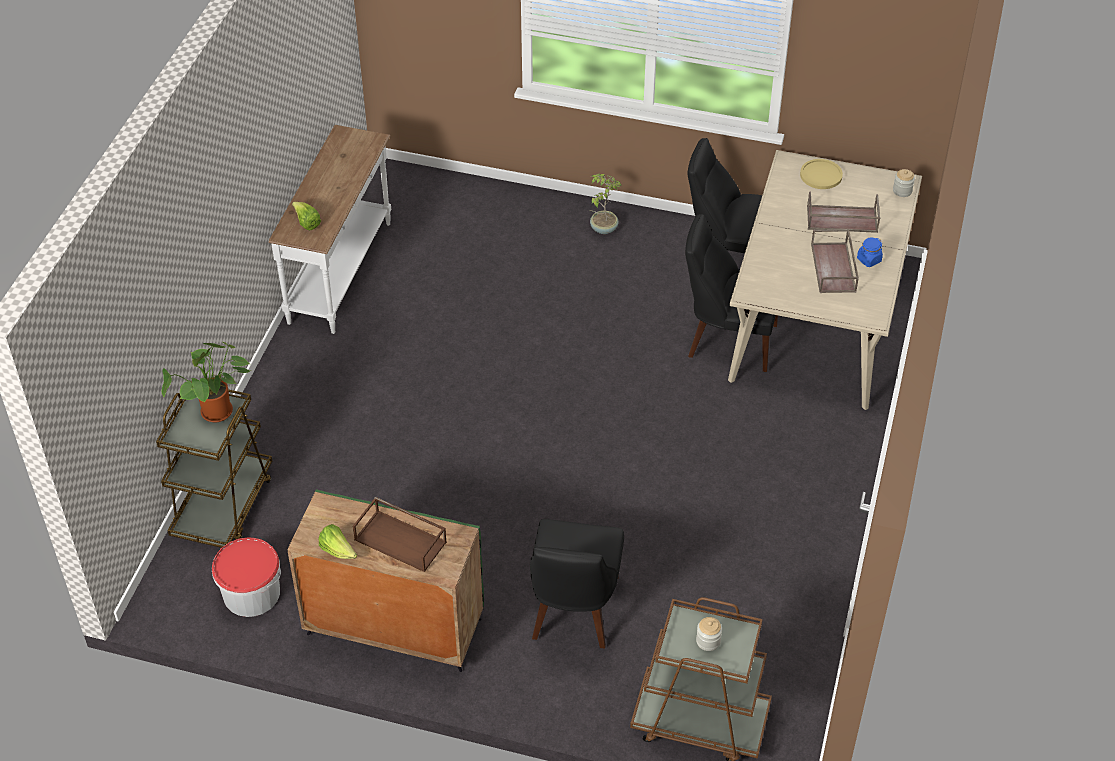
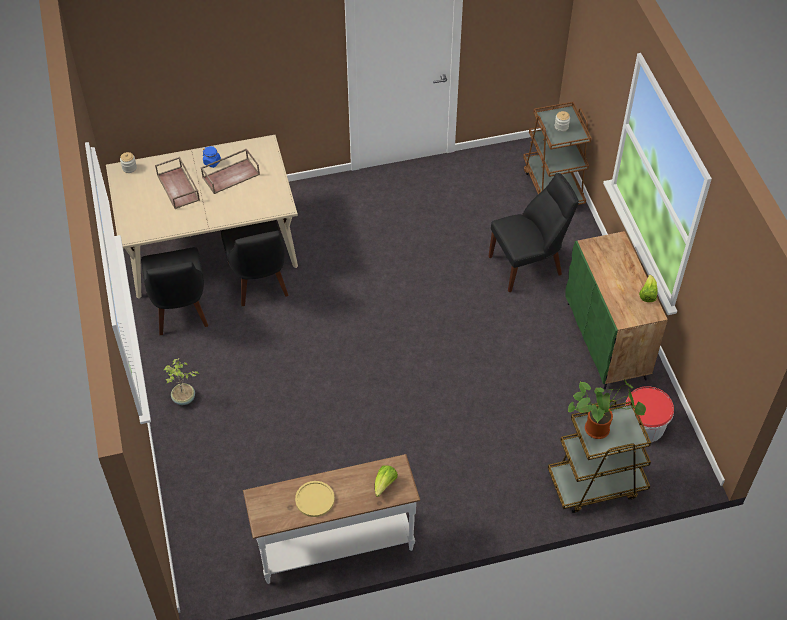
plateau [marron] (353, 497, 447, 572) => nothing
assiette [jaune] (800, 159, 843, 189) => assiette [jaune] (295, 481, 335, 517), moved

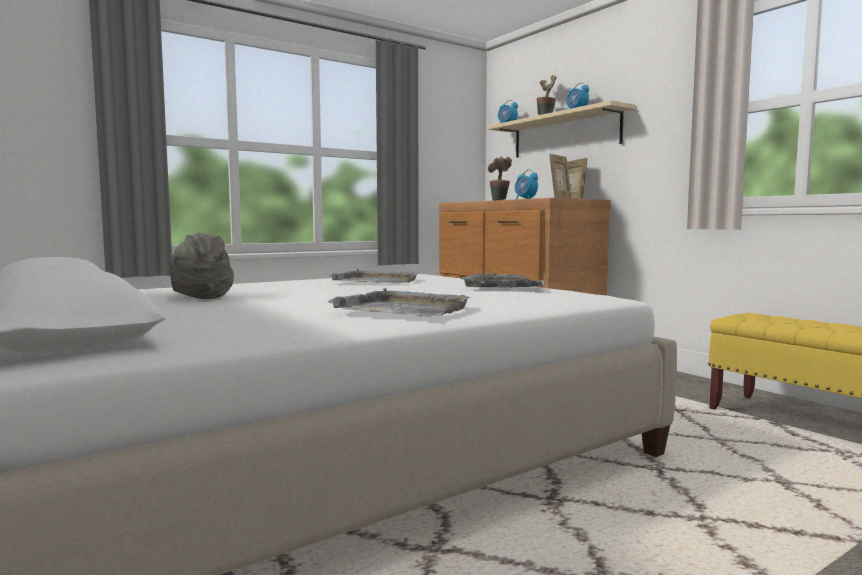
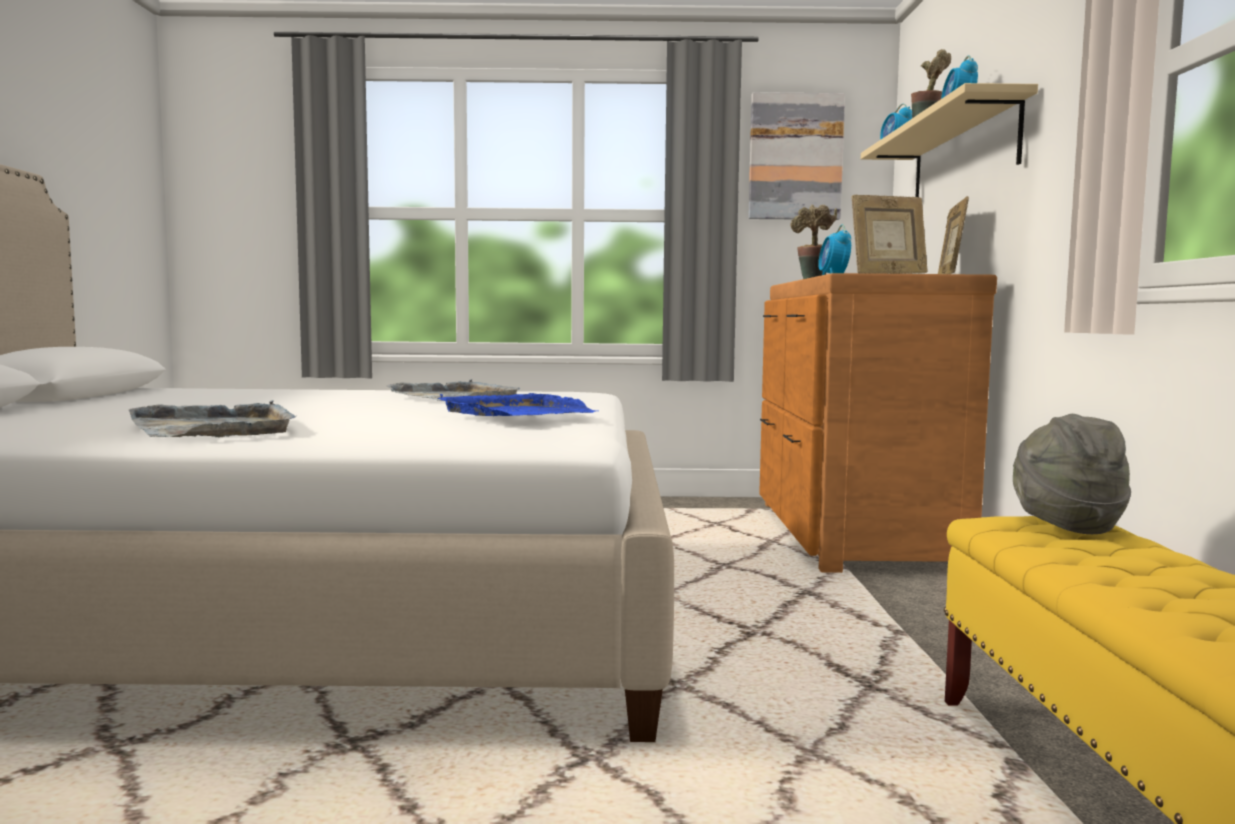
nothing => tableau (748, 92, 845, 220)
chapeau [gris] (170, 233, 234, 299) => chapeau [gris] (1013, 414, 1131, 534), moved
plateau [gris] (460, 273, 544, 288) => plateau [bleu] (437, 393, 598, 416)

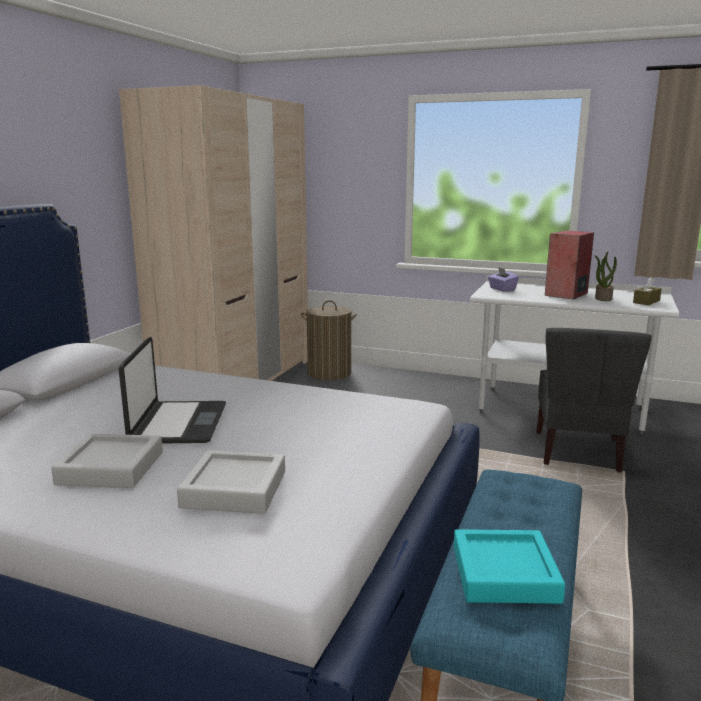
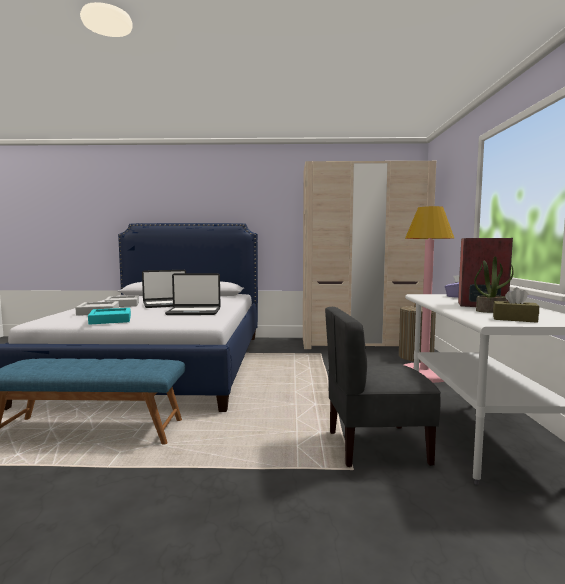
nothing => ordinateur portable (165, 273, 220, 315)
nothing => lampadaire [rose] (404, 206, 454, 383)
plateau [turquoise] (454, 529, 565, 604) => plateau [turquoise] (88, 308, 131, 325), moved

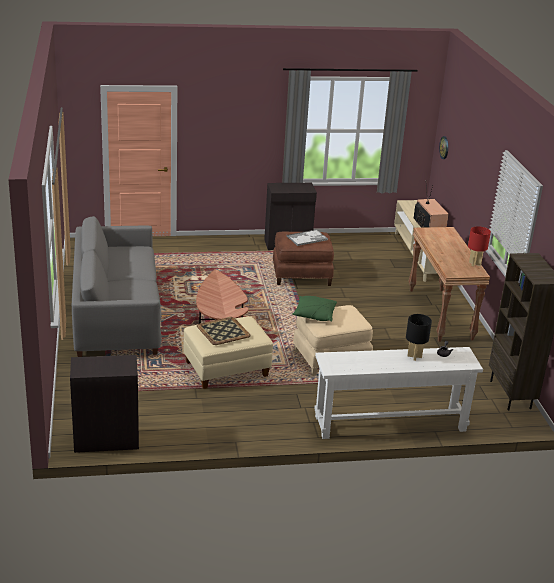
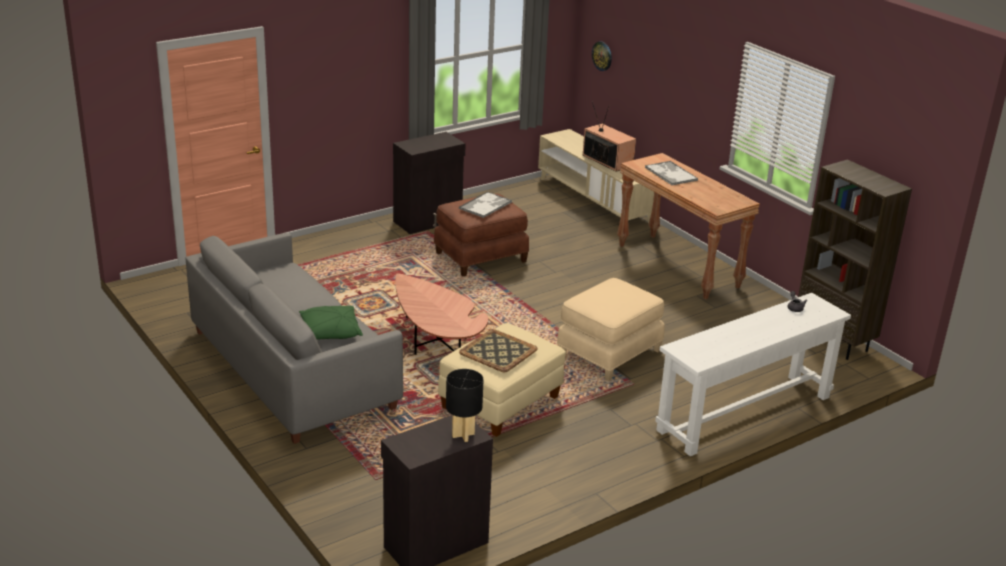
lampe de table [rouge] (468, 226, 491, 266) => nothing
nothing => plateau (645, 161, 698, 186)
coussin [vert] (292, 296, 337, 322) => coussin [vert] (299, 306, 363, 339), moved
lampe de table [noir] (406, 314, 432, 361) => lampe de table [noir] (446, 369, 484, 442), moved

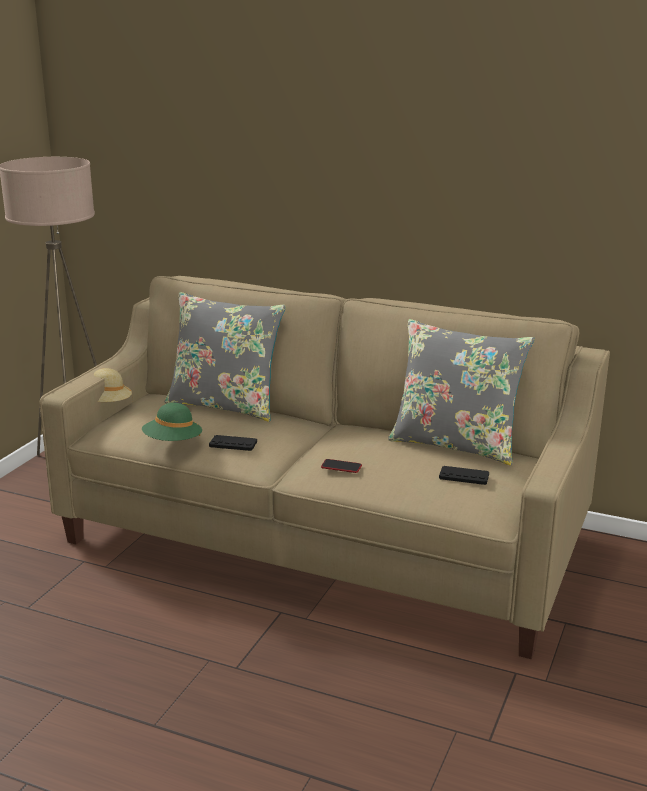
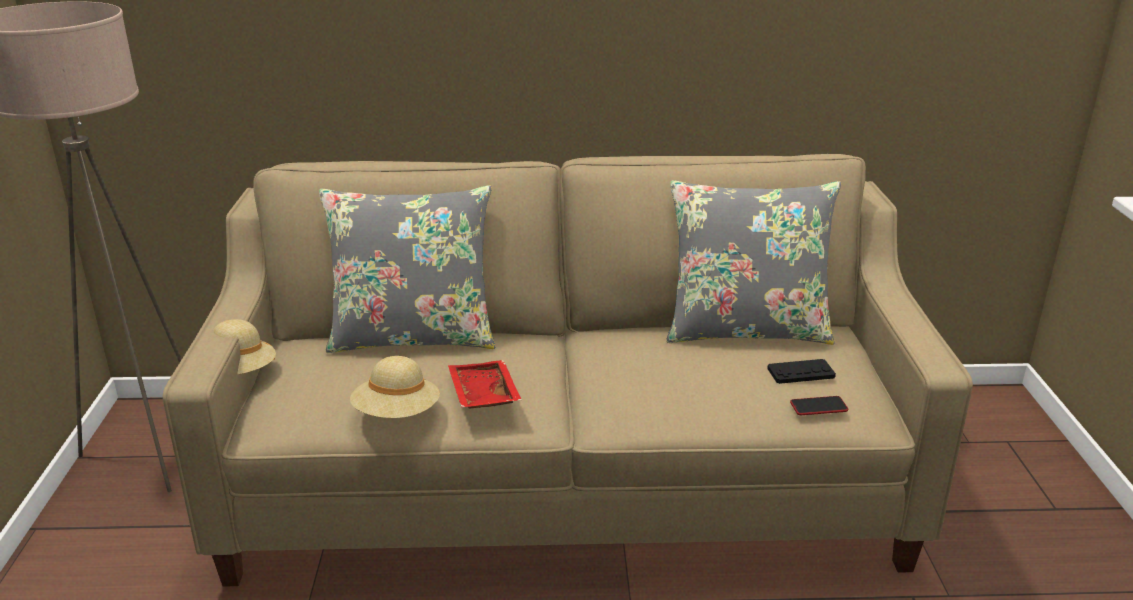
téléphone (321, 459, 362, 473) => téléphone (790, 396, 848, 415), moved
manette [noir] (209, 435, 257, 451) => plateau [rouge] (448, 360, 522, 409)
chapeau [vert] (142, 403, 202, 441) => chapeau [beige] (350, 356, 440, 418)

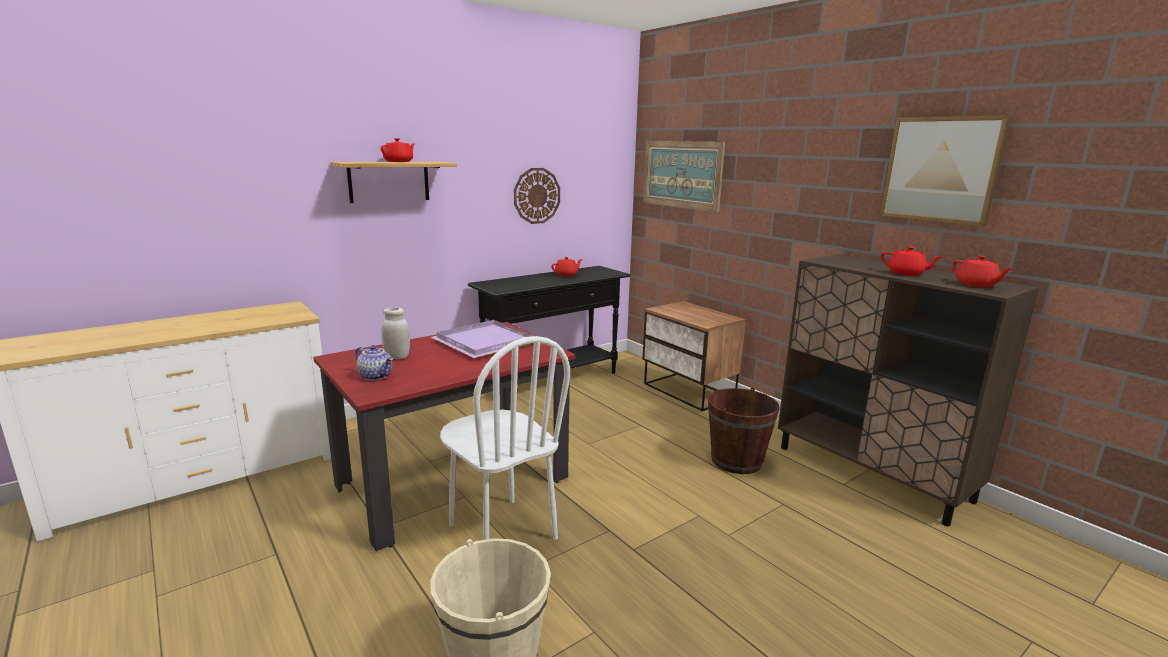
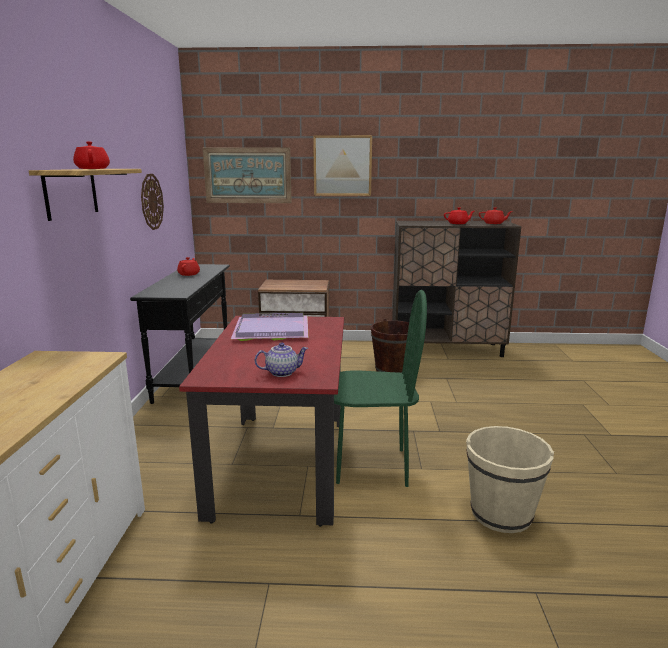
bocal [blanc] (382, 307, 410, 359) => nothing
tableau (880, 115, 1011, 226) => tableau (313, 135, 372, 196), moved
chaise [blanc] (440, 336, 570, 540) => chaise [vert] (334, 290, 427, 487)

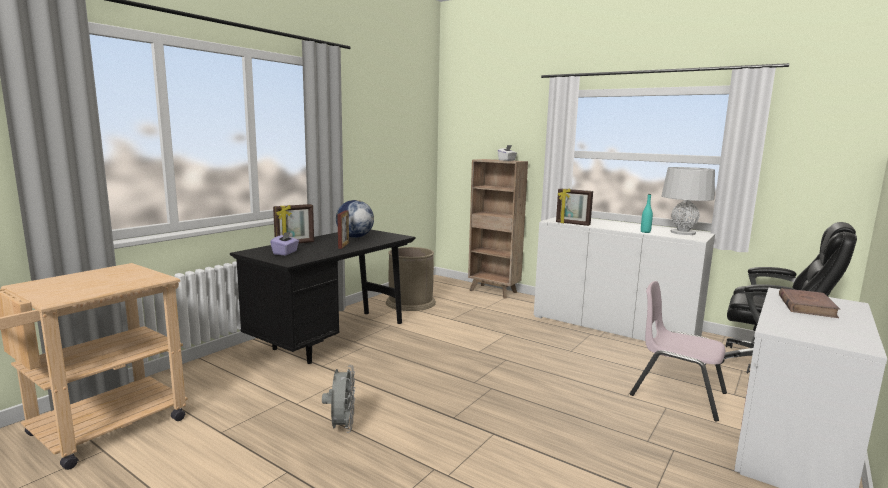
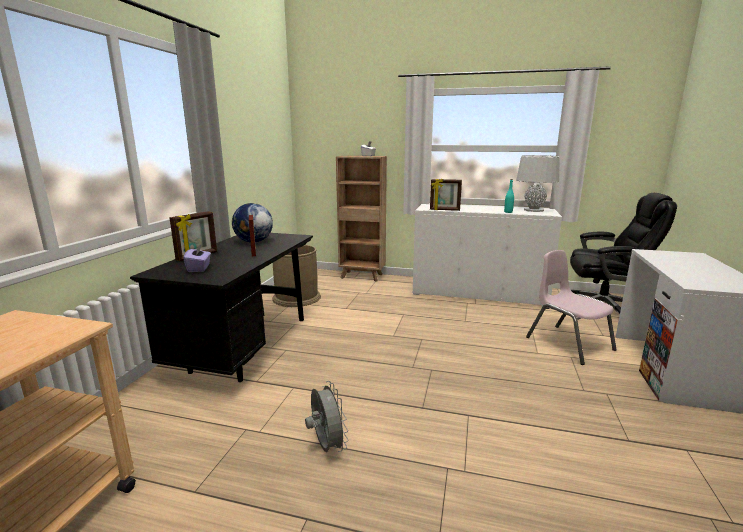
livre [marron] (779, 288, 840, 318) => nothing
chaise [rose] (630, 281, 727, 421) => chaise [rose] (526, 250, 617, 365), 45 degrees clockwise

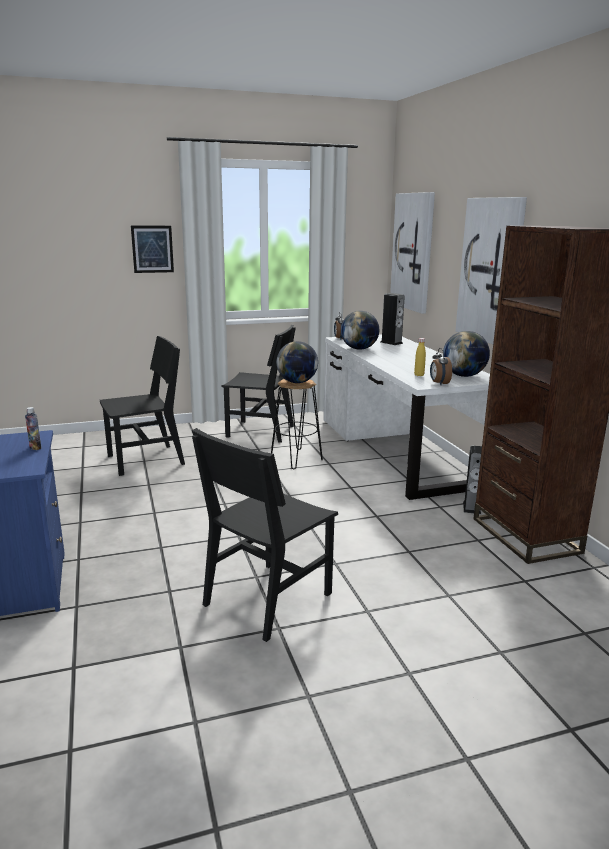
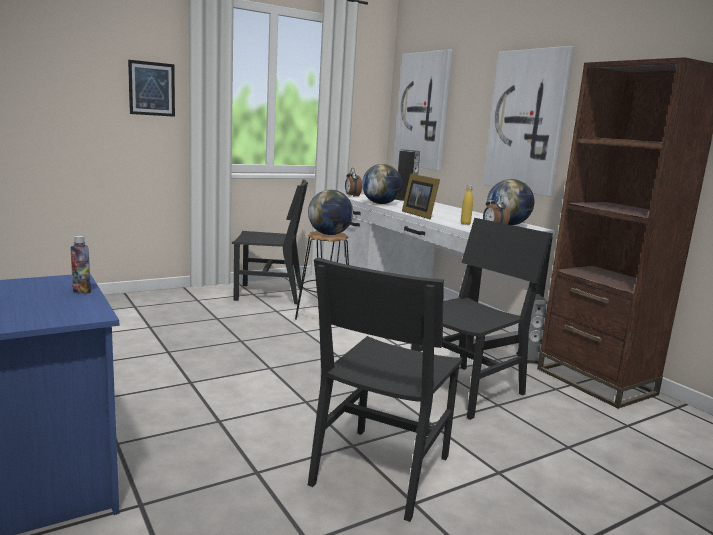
nothing => cadre photo (402, 174, 440, 220)
chaise [noir] (100, 336, 185, 476) => chaise [noir] (411, 218, 553, 420), moved

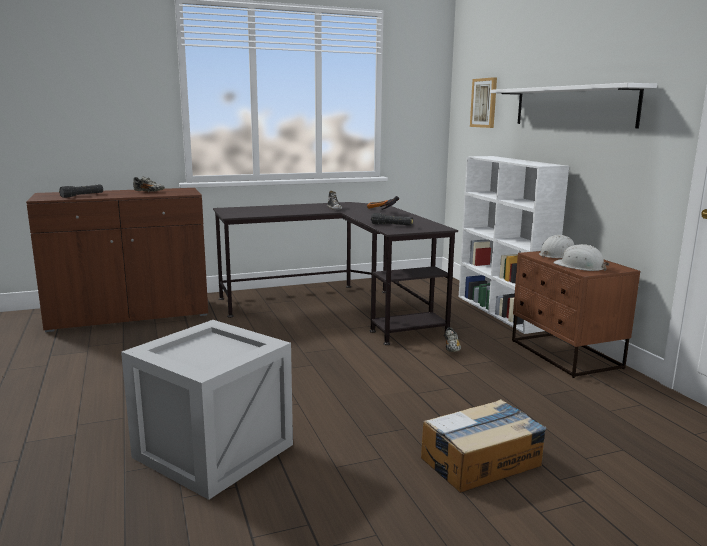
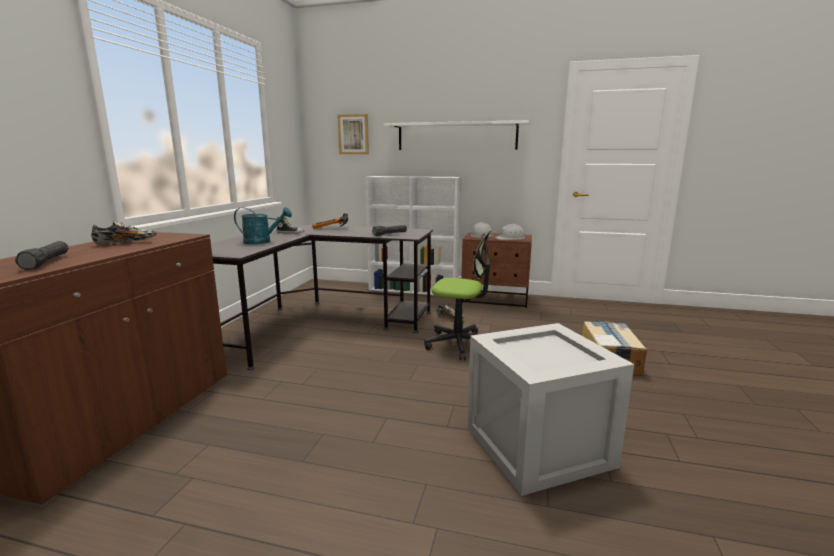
nothing => arrosoir [turquoise] (234, 207, 292, 244)
nothing => chaise de bureau (424, 228, 493, 360)

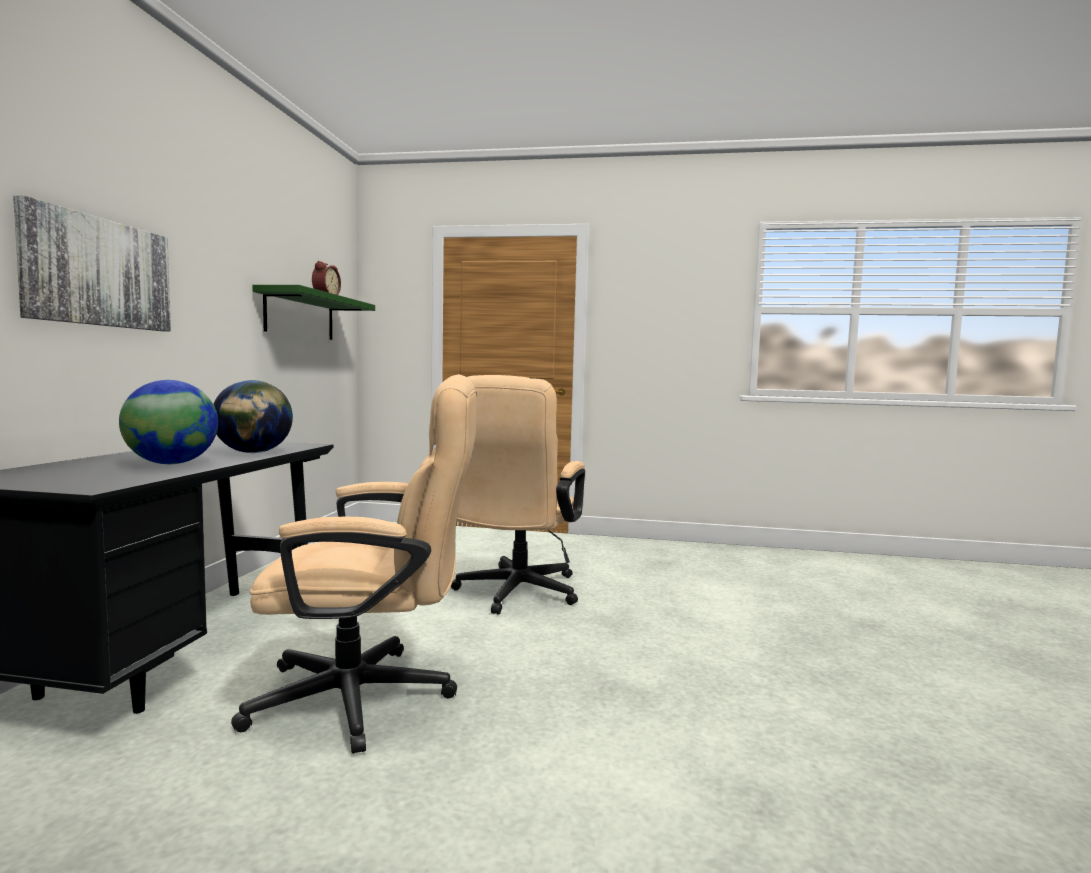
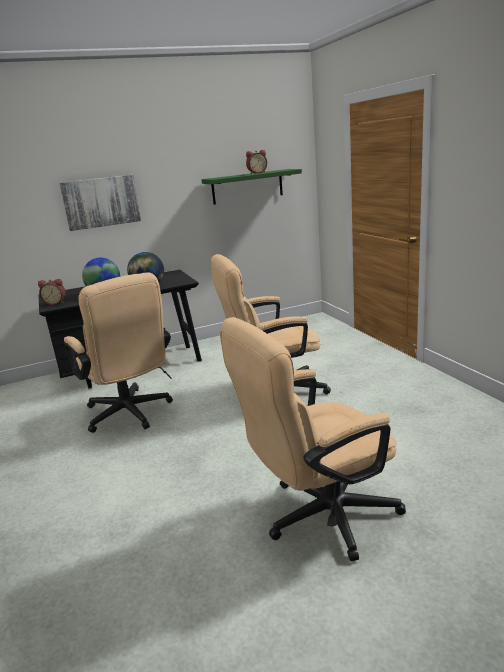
nothing => réveil (38, 279, 66, 305)
nothing => chaise de bureau [beige] (220, 317, 406, 561)

